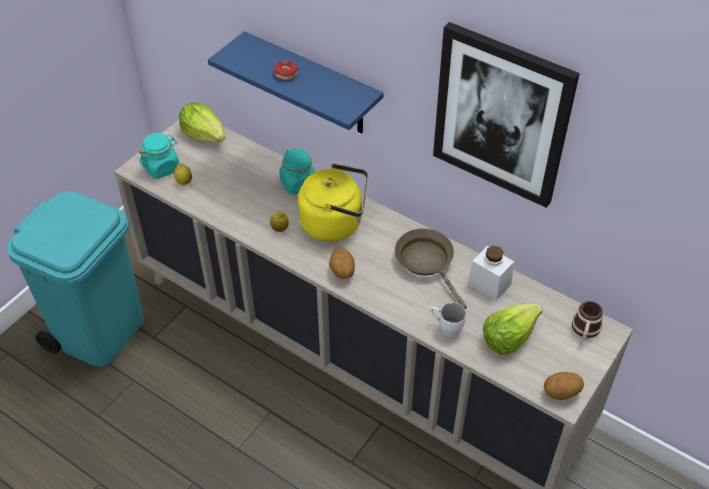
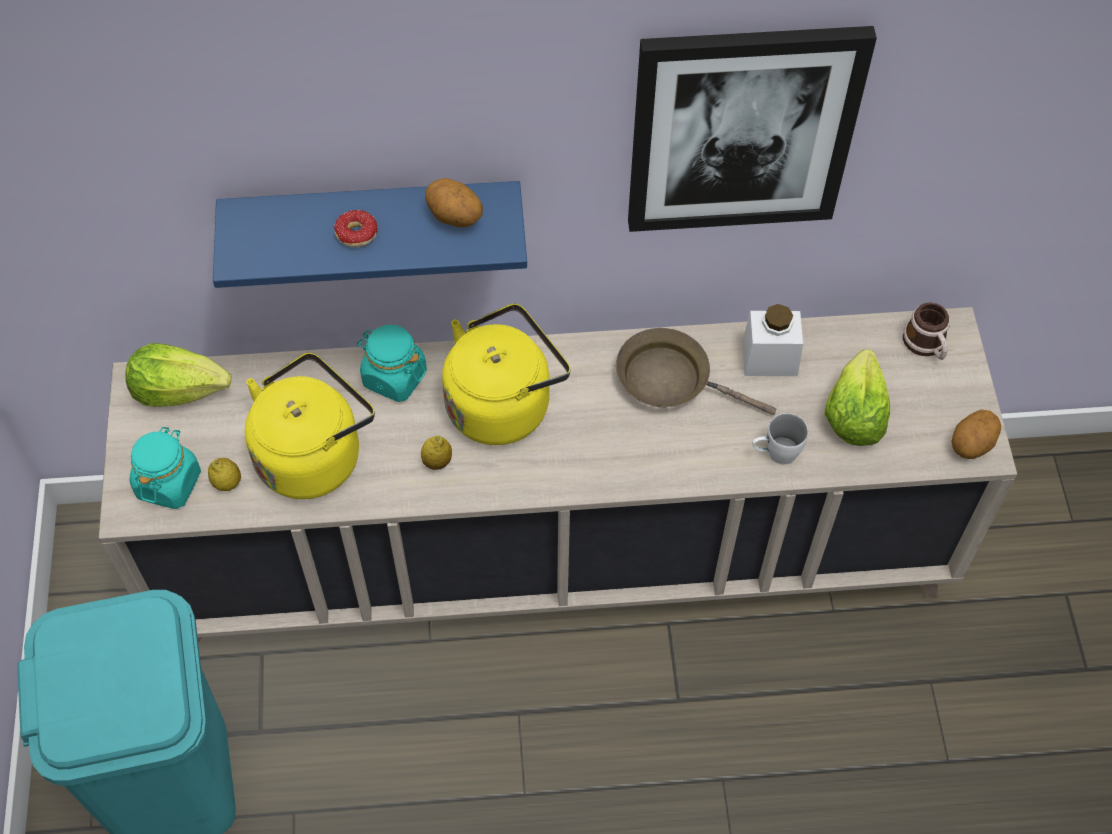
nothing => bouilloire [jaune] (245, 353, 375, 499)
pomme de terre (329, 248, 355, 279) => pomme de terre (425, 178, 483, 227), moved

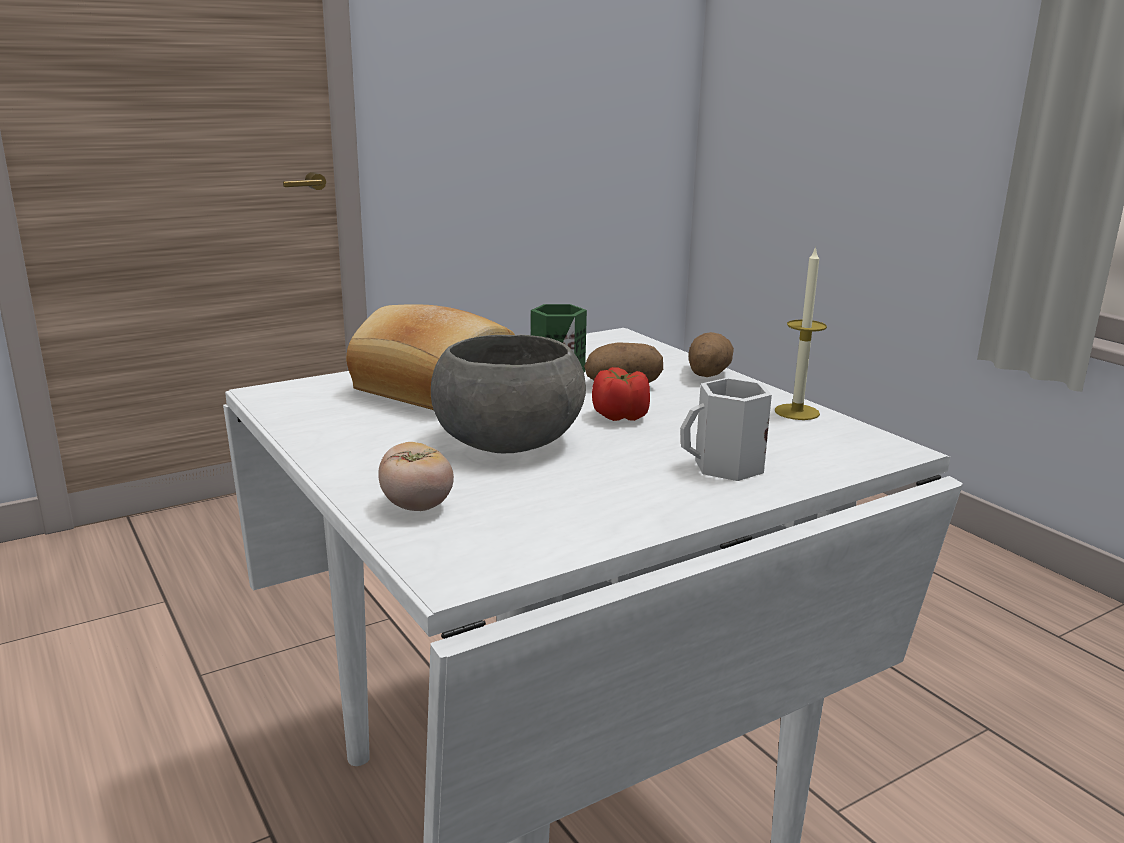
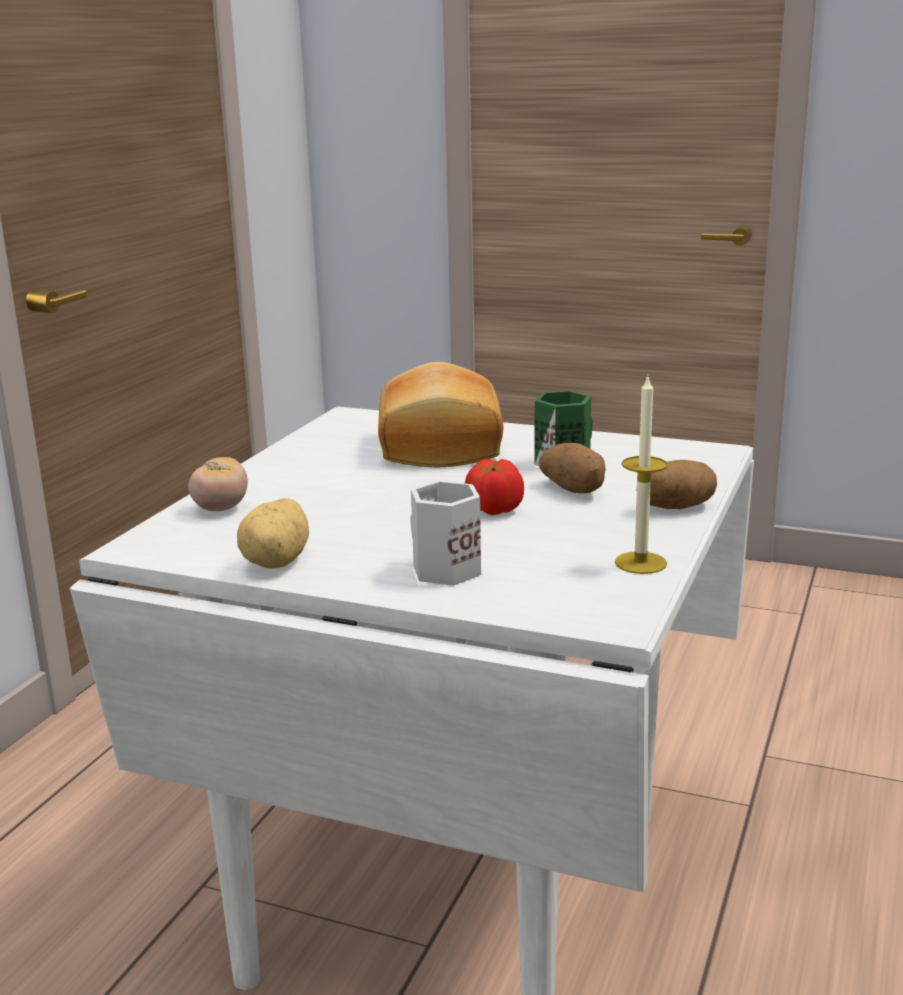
bol [gris] (431, 335, 586, 453) => nothing
nothing => pomme de terre (237, 498, 309, 569)

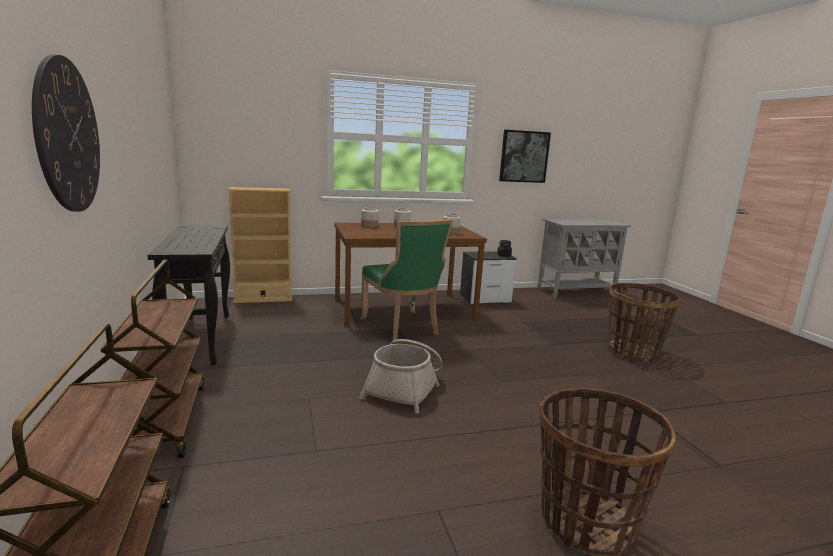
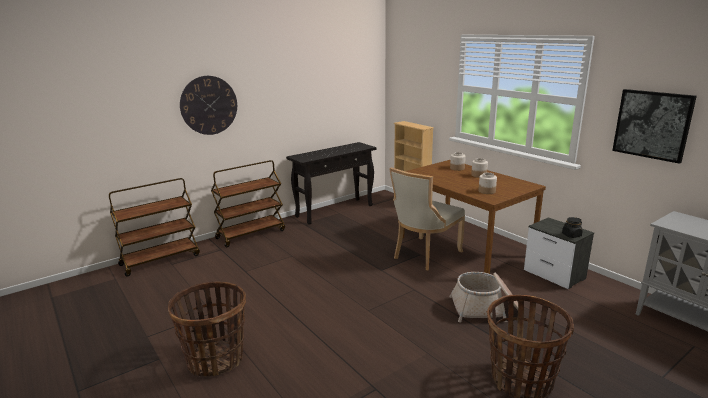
panier (359, 339, 443, 413) => panier (449, 272, 518, 323), moved
chaise [vert] (360, 219, 453, 341) => chaise [beige] (389, 167, 465, 270)

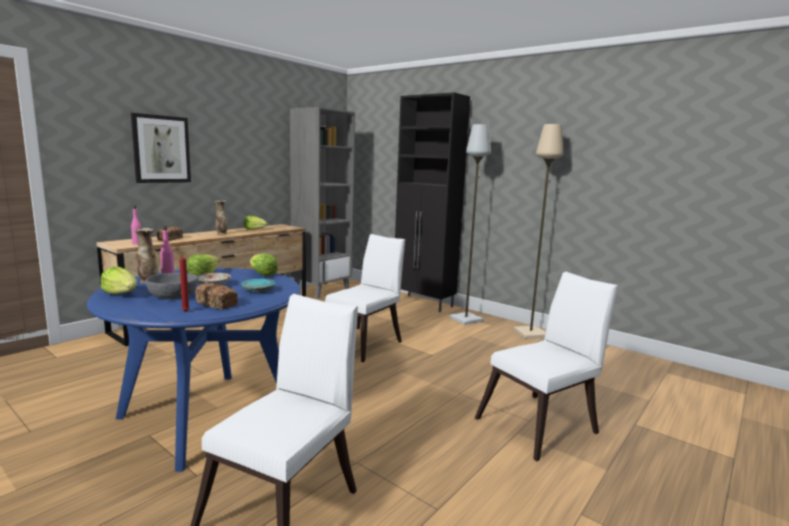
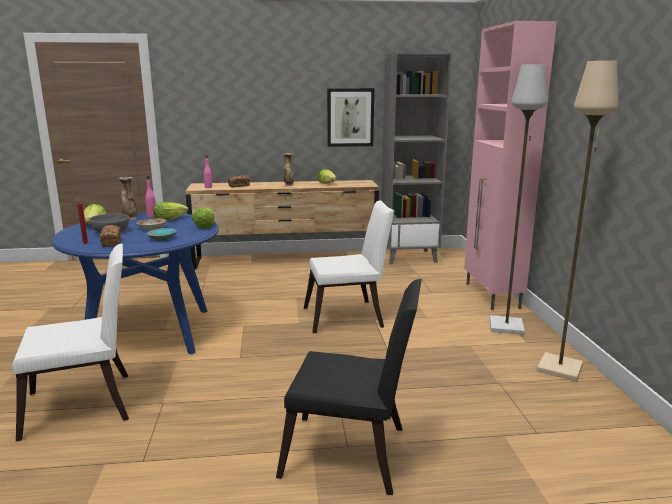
tableau (131, 113, 191, 183) => tableau (327, 88, 374, 147), moved
meuble de rangement [noir] (395, 92, 470, 312) => meuble de rangement [rose] (464, 21, 557, 310)
chaise [blanc] (475, 272, 618, 461) => chaise [noir] (276, 279, 422, 495)

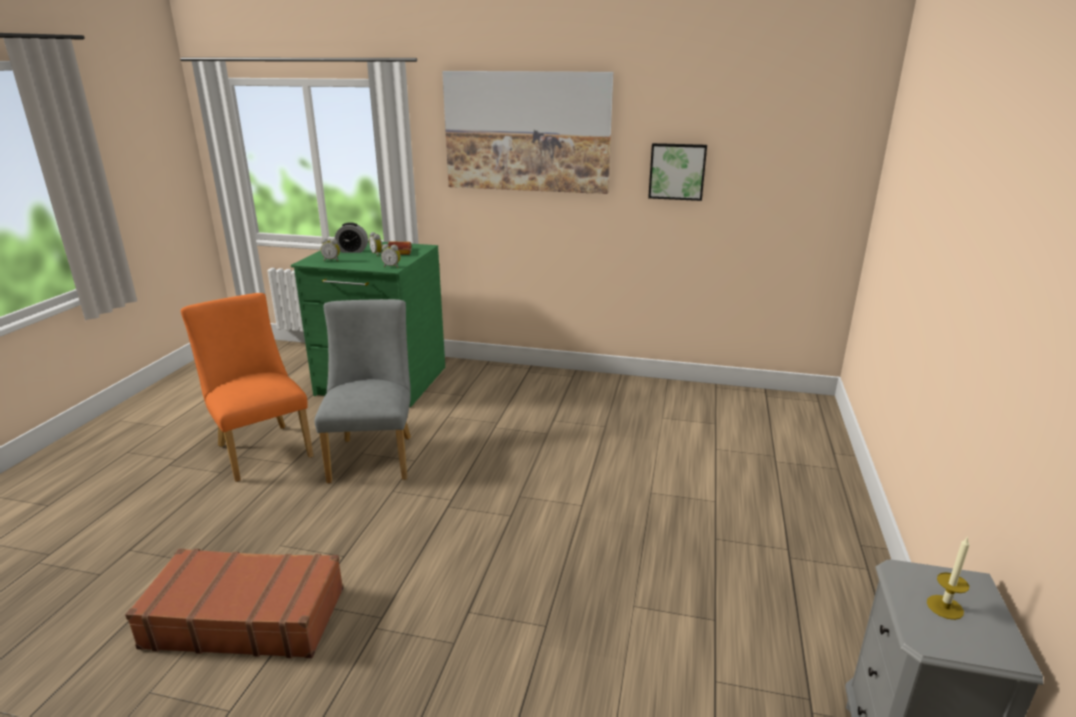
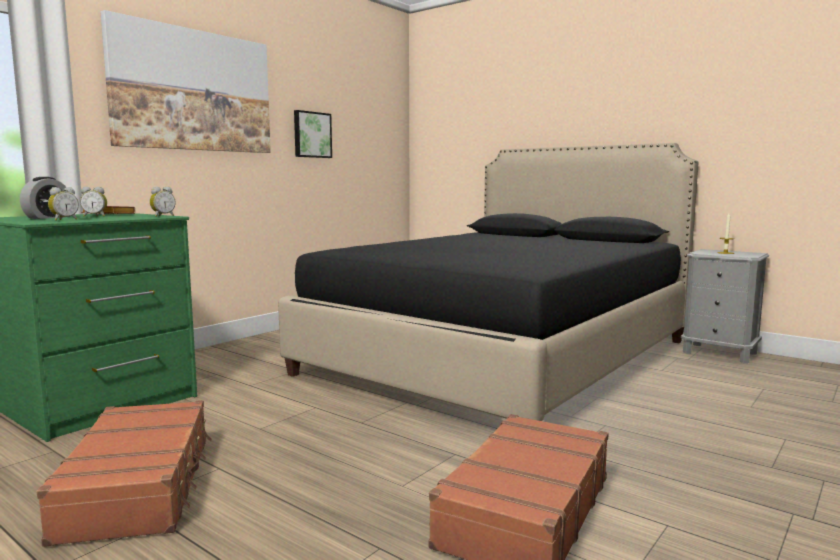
chaise [gris] (315, 299, 411, 483) => nothing
nothing => lit [noir] (278, 143, 698, 421)
chaise [orange] (181, 293, 314, 482) => valise [marron] (36, 400, 212, 547)

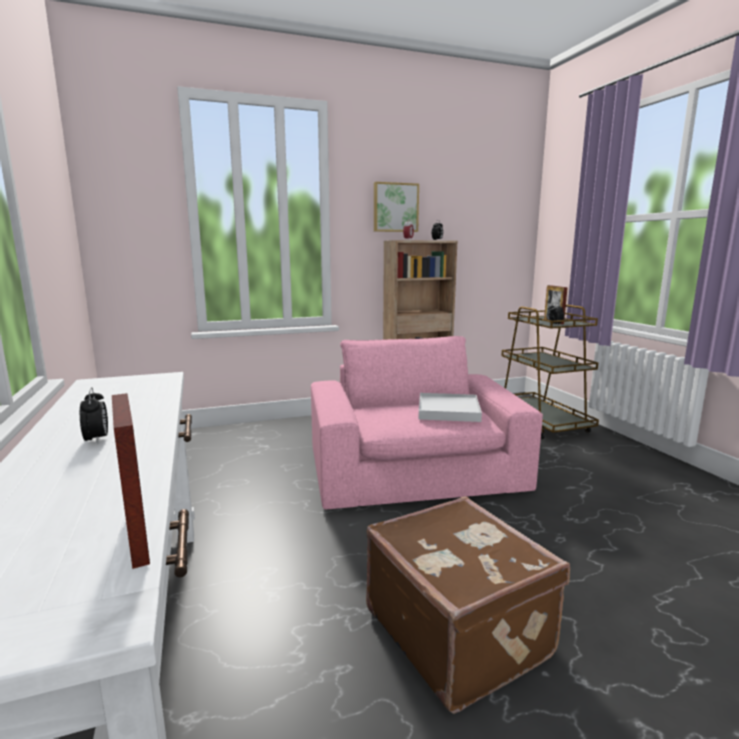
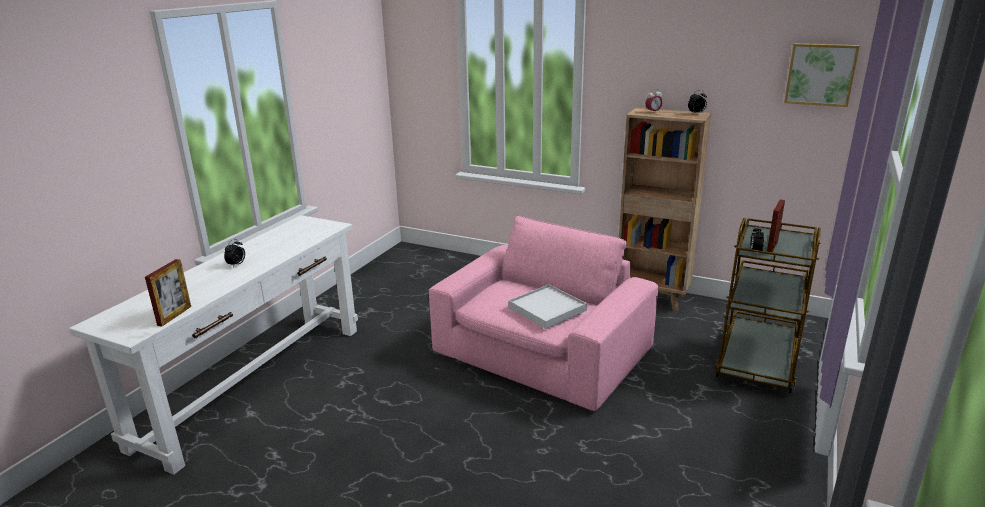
valise [marron] (366, 496, 570, 714) => nothing
tableau (374, 182, 419, 232) => tableau (784, 43, 860, 107), moved

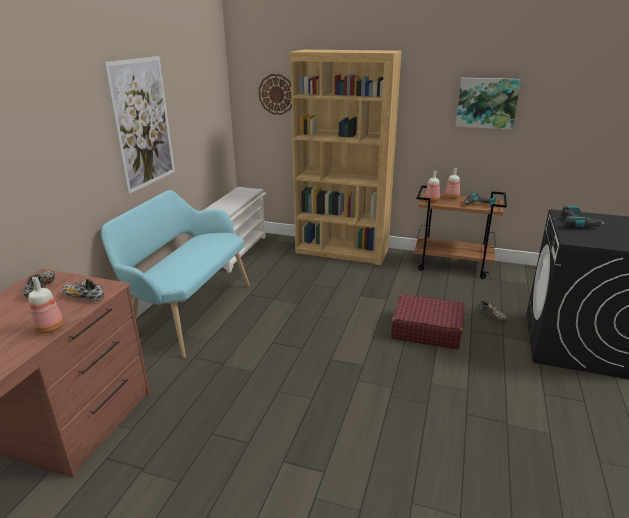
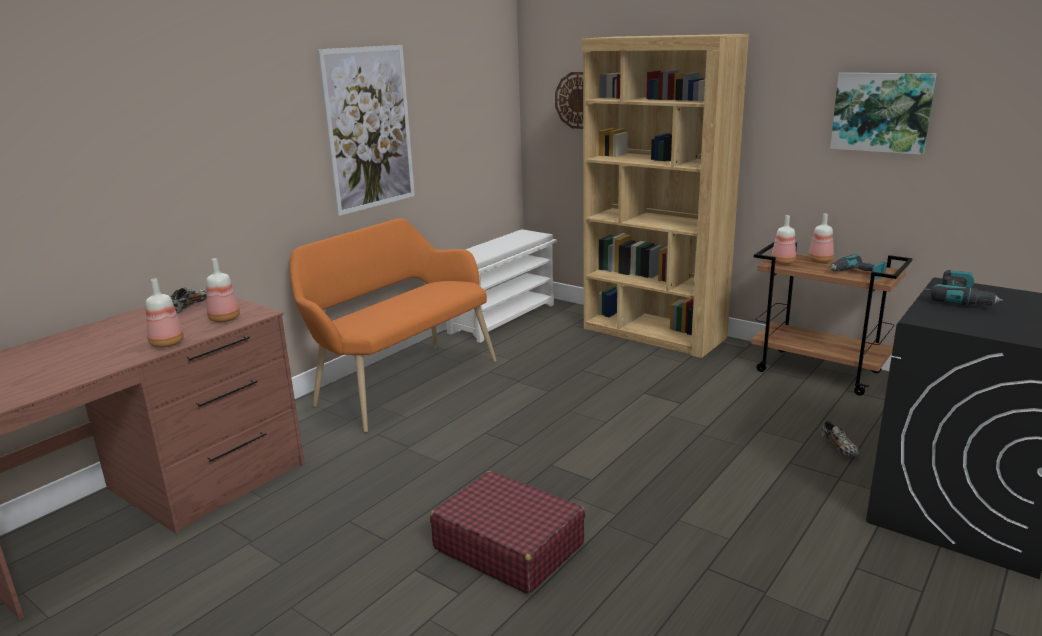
valise [rouge] (391, 294, 465, 349) => valise [rouge] (430, 471, 585, 594), moved
chaussure (62, 279, 104, 301) => bouteille (206, 258, 240, 322)
banc [turquoise] (101, 190, 250, 358) => banc [orange] (290, 218, 497, 433)

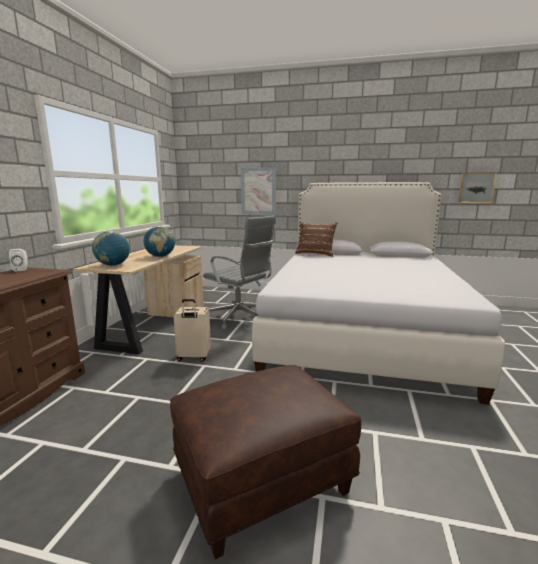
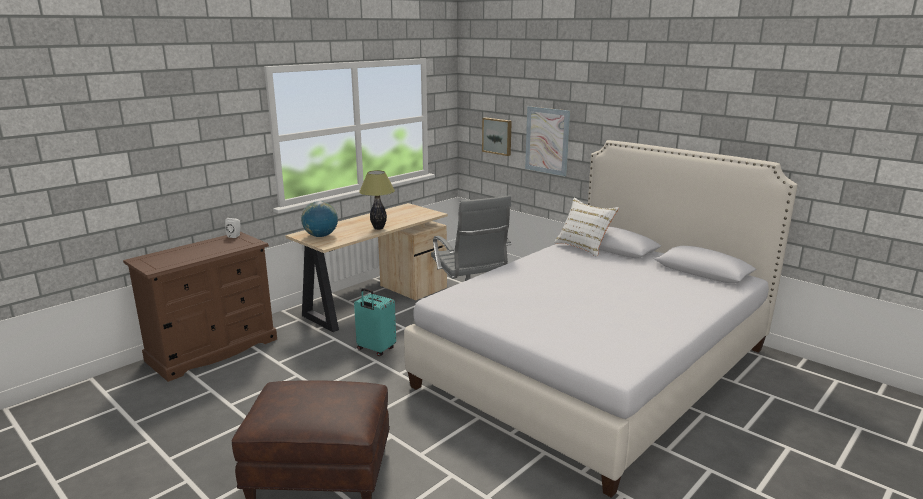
tableau (458, 172, 497, 203) => tableau (482, 117, 512, 156), moved
globe (143, 226, 175, 257) => lampe de table (359, 170, 395, 230)
valise [beige] (174, 299, 211, 361) => valise [turquoise] (354, 288, 396, 356)
coussin [marron] (295, 222, 337, 257) => coussin [blanc] (554, 198, 619, 257)

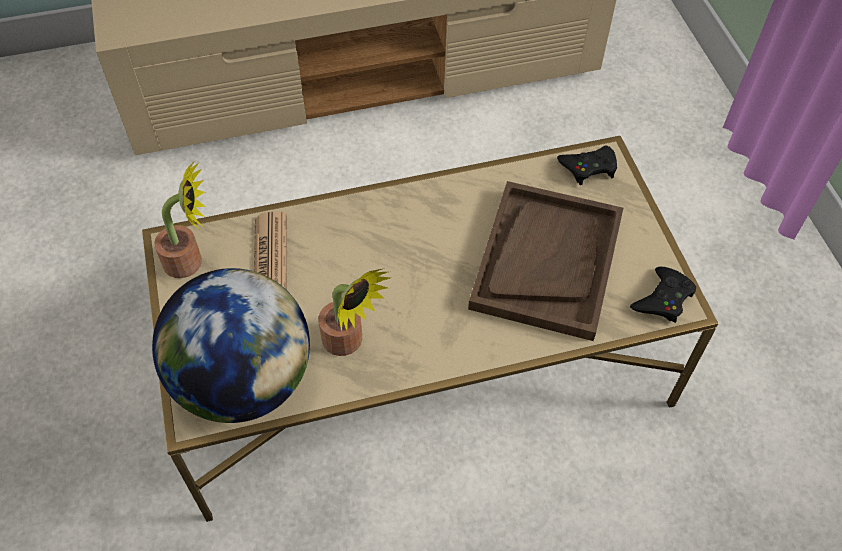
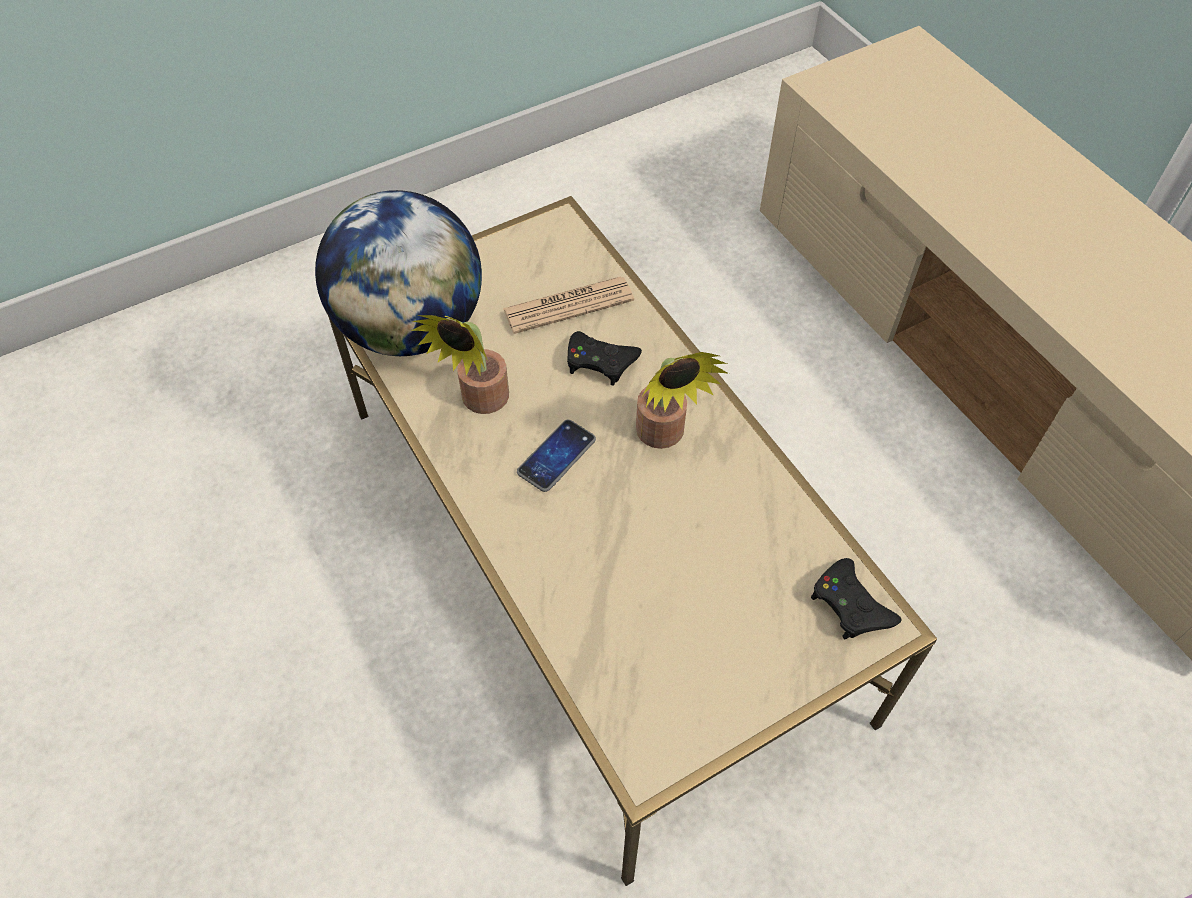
plateau [marron] (468, 181, 623, 341) => nothing
nothing => téléphone (517, 420, 596, 492)
plante en pot (154, 160, 206, 278) => plante en pot (636, 352, 729, 449), moved
manette [noir] (630, 267, 696, 323) => manette [noir] (567, 331, 642, 386), moved

